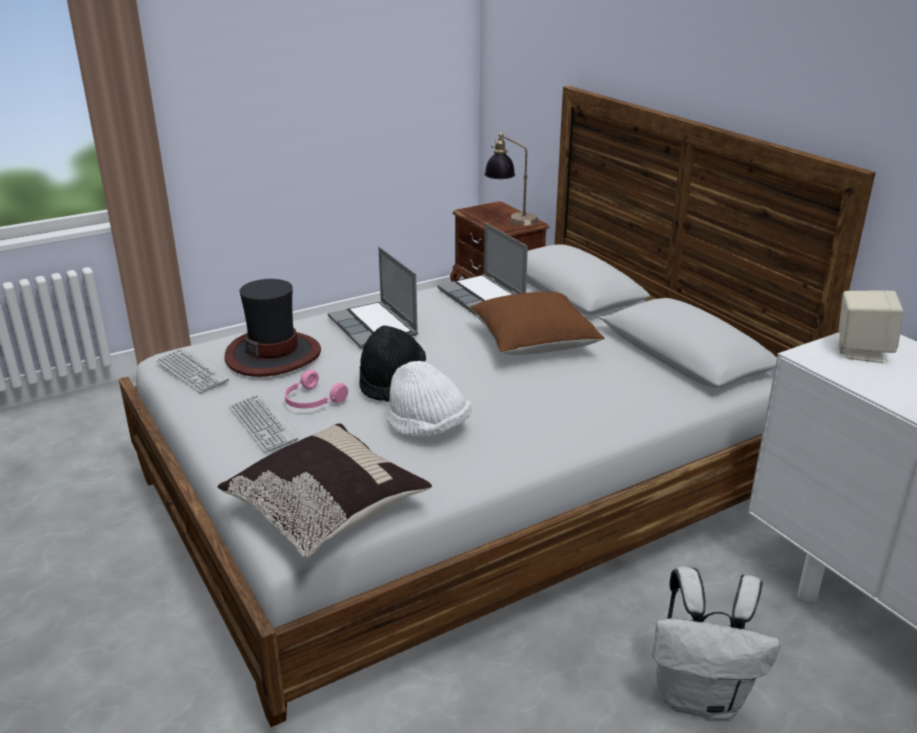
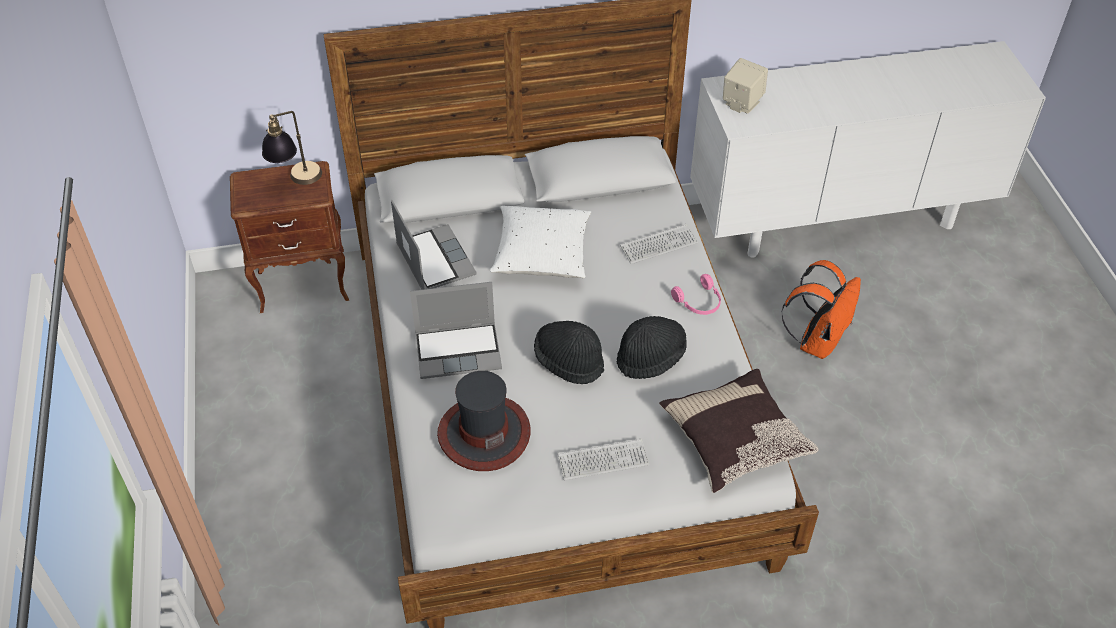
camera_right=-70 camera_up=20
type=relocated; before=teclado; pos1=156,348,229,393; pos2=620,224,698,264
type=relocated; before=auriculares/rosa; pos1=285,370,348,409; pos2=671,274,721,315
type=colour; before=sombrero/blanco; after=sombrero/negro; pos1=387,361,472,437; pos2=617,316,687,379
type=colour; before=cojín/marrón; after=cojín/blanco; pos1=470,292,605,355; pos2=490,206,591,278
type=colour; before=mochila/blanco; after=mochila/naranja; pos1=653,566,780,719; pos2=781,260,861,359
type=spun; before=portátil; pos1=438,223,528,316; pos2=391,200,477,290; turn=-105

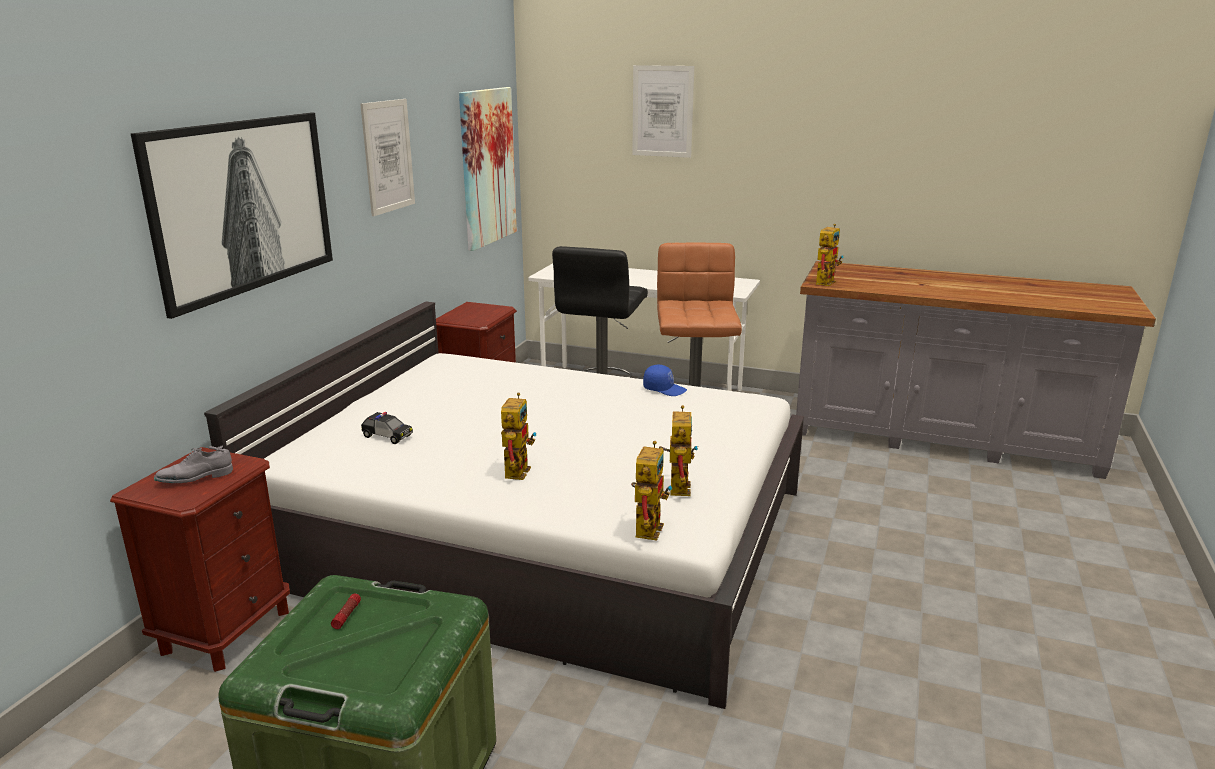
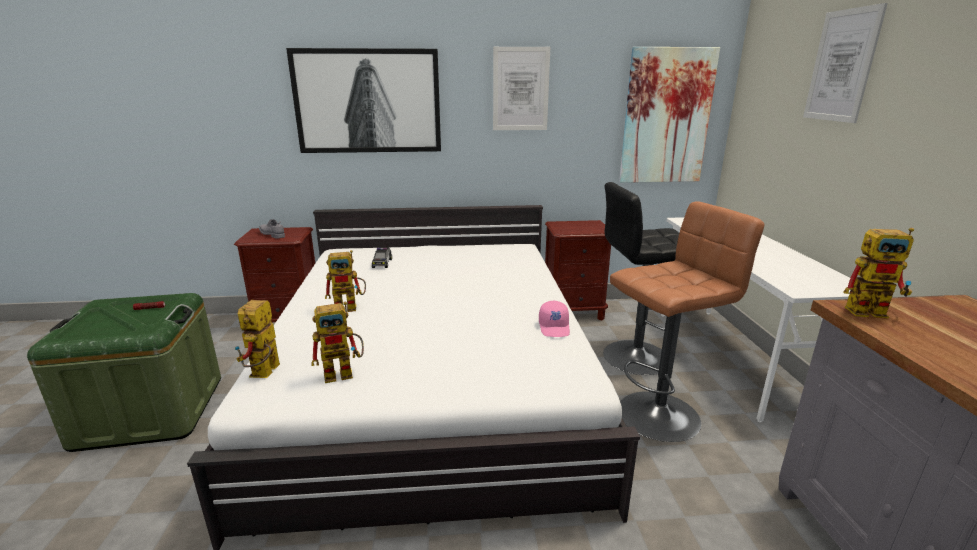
camera_right=65 camera_up=0
type=colour; before=gorra/azul; after=gorra/rosa; pos1=643,365,687,396; pos2=539,301,570,337
type=spun; before=robot de juguete; pos1=631,441,672,540; pos2=235,300,280,378; turn=105

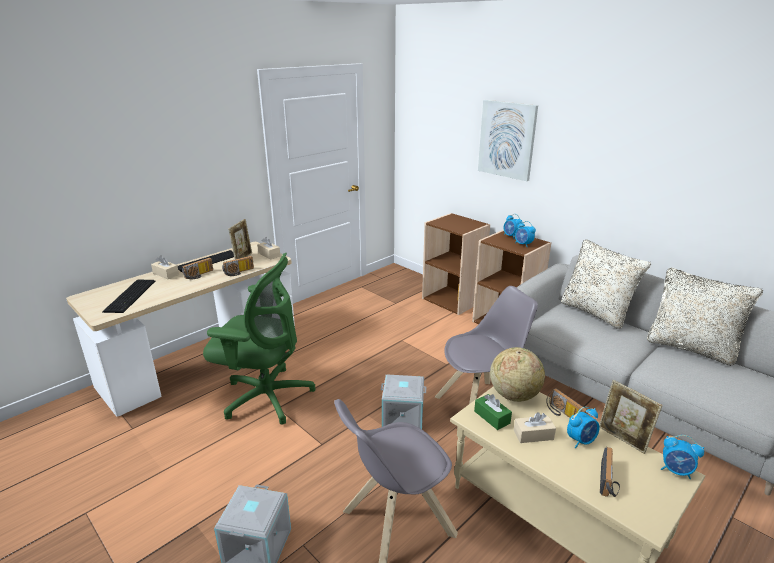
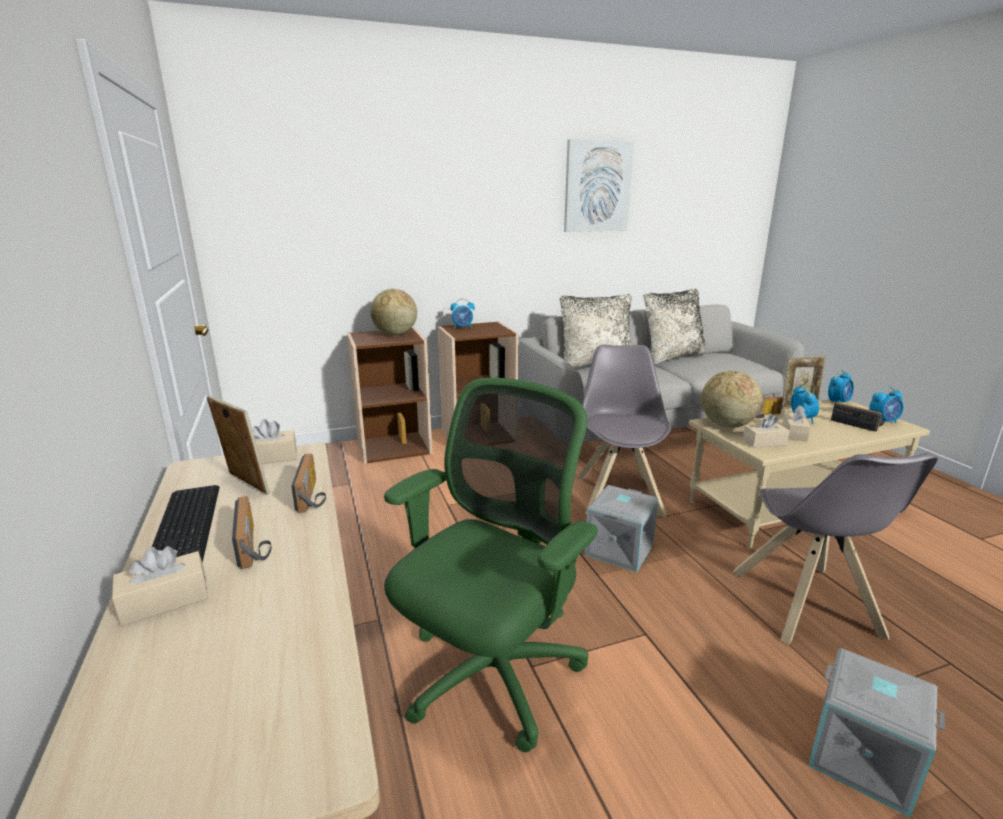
camera_right=-65 camera_up=-5
type=missing; before=teclado; pos1=102,280,155,313
type=appeared; after=globo terráqueo; pos2=370,289,417,335
type=relocated; before=cuadro; pos1=478,100,538,181; pos2=564,139,634,232
type=relocated; before=despertador; pos1=515,221,536,247; pos2=869,386,903,423
type=colour; before=caja de pañuelos/verde; after=caja de pañuelos/beis; pos1=474,394,512,430; pos2=742,414,790,448

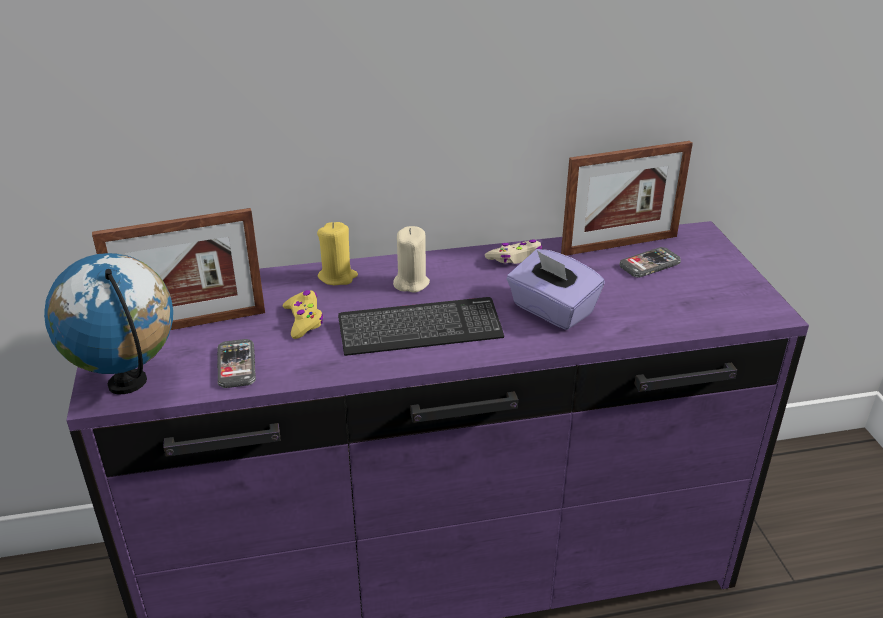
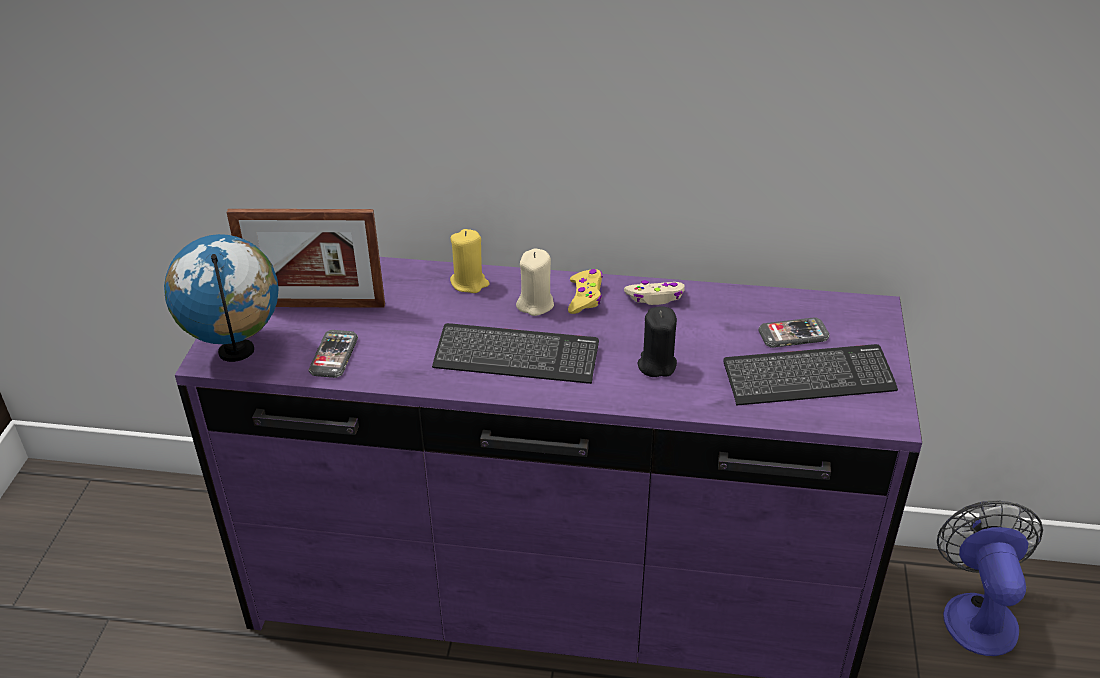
camera_right=20 camera_up=5
type=missing; before=portarretratos; pos1=561,141,693,256
type=appeared; after=teclado; pos2=723,344,898,406
type=appeared; after=ventilador; pos2=937,501,1043,656
type=relocated; before=mando de consola/amarillo; pos1=283,290,323,339; pos2=568,269,603,314
type=exchanged; before=caja de pañuelos/morado; after=vela/negro; pos1=507,249,605,330; pos2=638,306,677,377

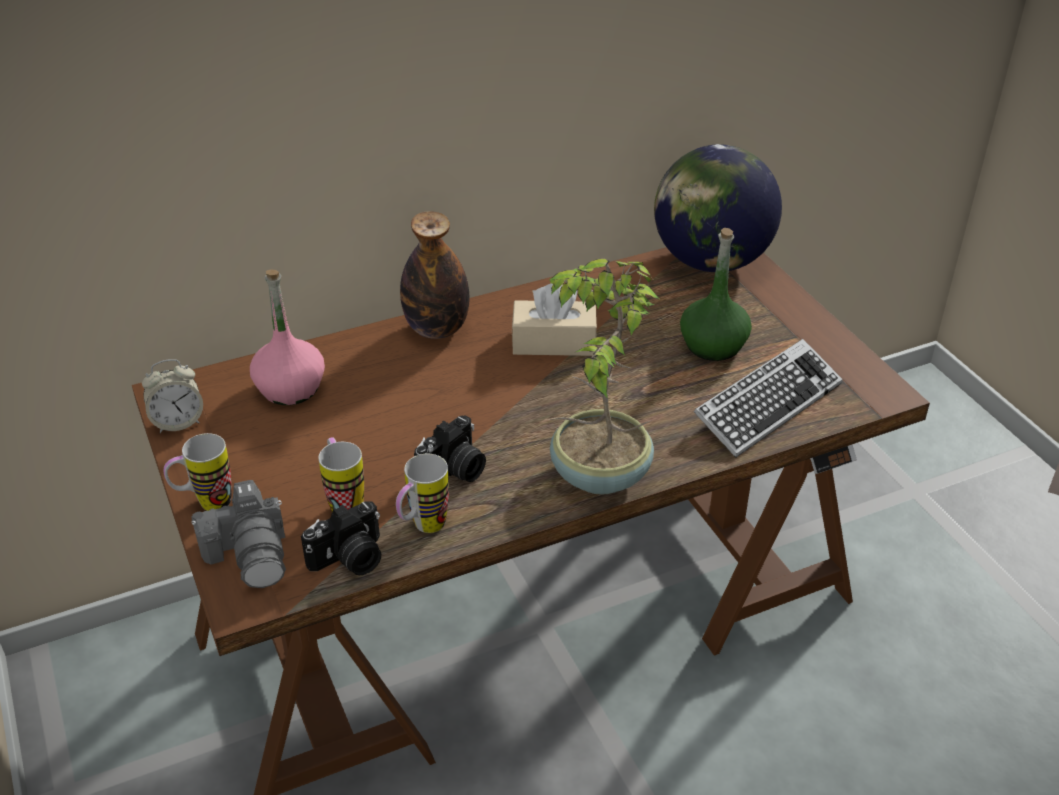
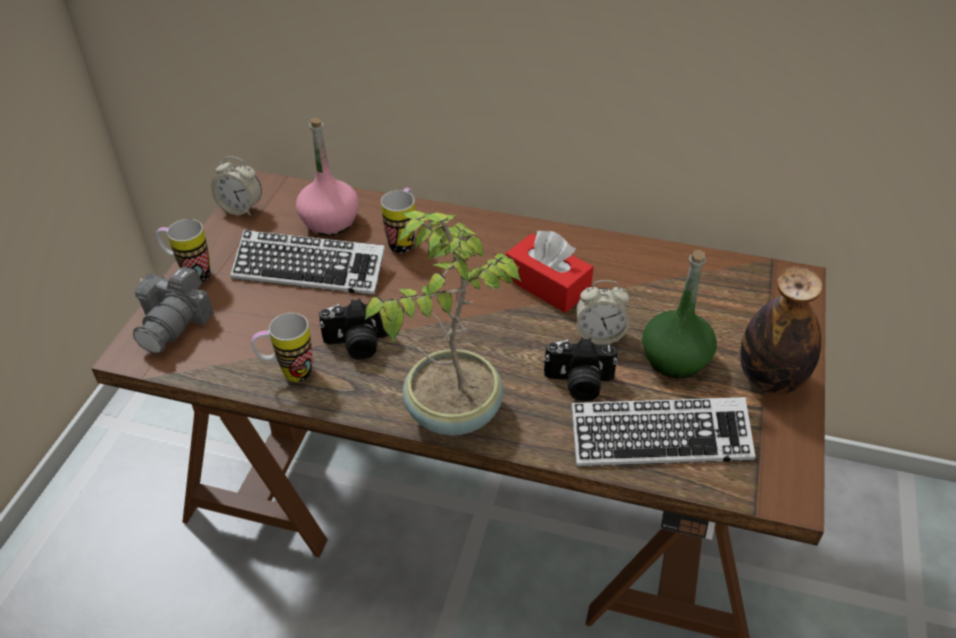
camera_right=40 camera_up=5
type=missing; before=globo terráqueo; pos1=654,144,782,272
type=appeared; after=teclado; pos2=230,230,385,295
type=appeared; after=despertador; pos2=576,280,630,345
type=relocated; before=cámara; pos1=301,502,381,575; pos2=544,338,618,401
type=relocated; before=taza grande; pos1=318,438,364,513; pos2=381,188,415,253
type=relocated; before=botella; pos1=400,211,470,339; pos2=740,267,822,394
type=colour; before=caja de pañuelos/beis; after=caja de pañuelos/rojo; pos1=511,283,597,356; pos2=506,231,594,313

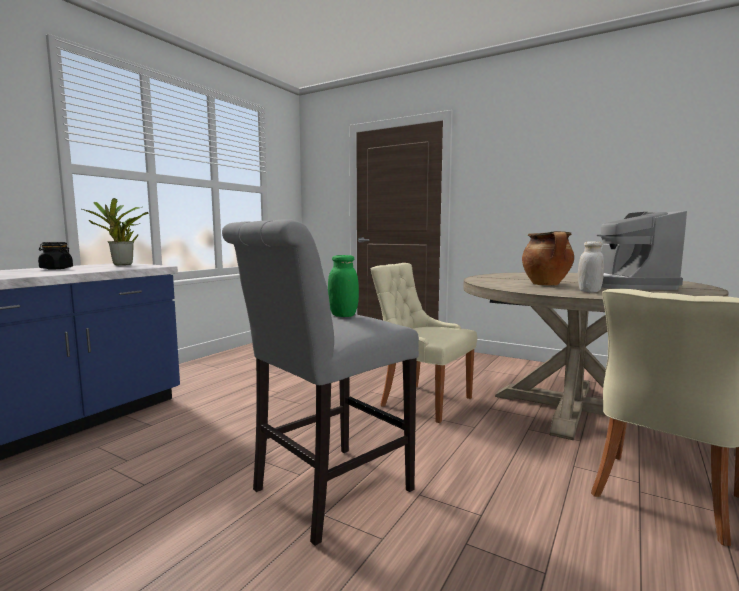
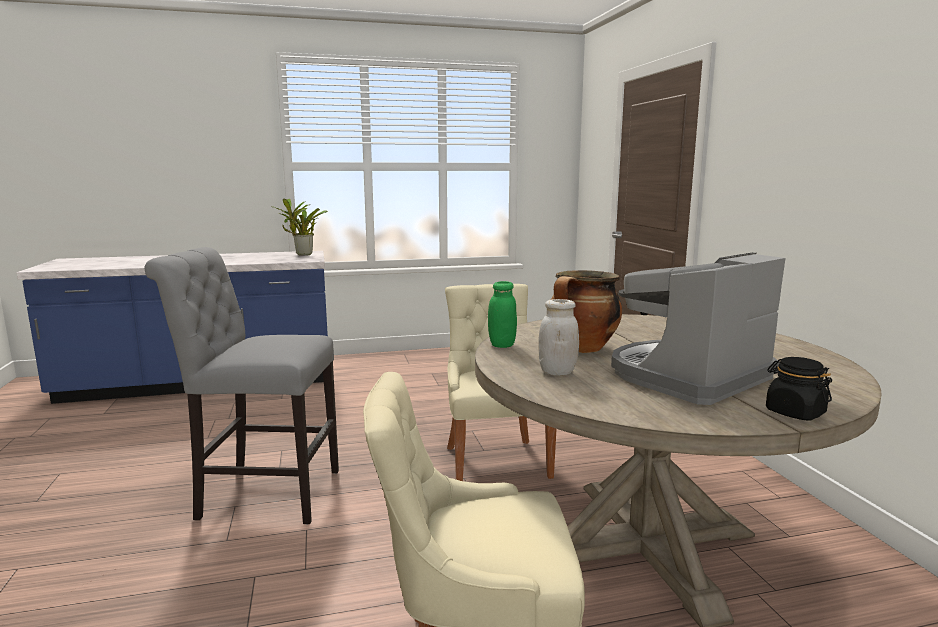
camera_right=45 camera_up=5
type=relocated; before=tarro/negro; pos1=38,242,73,270; pos2=766,357,832,420
type=relocated; before=tarro/verde; pos1=328,255,359,317; pos2=488,281,517,348

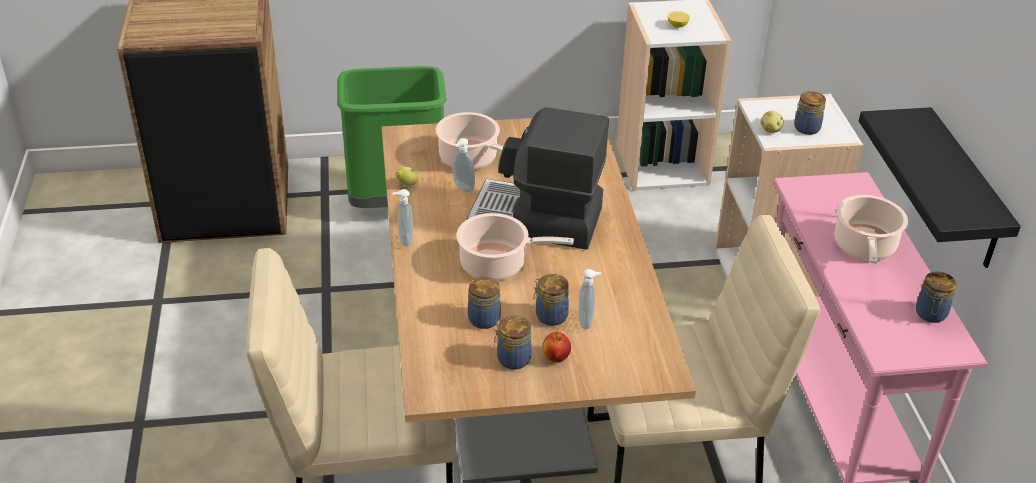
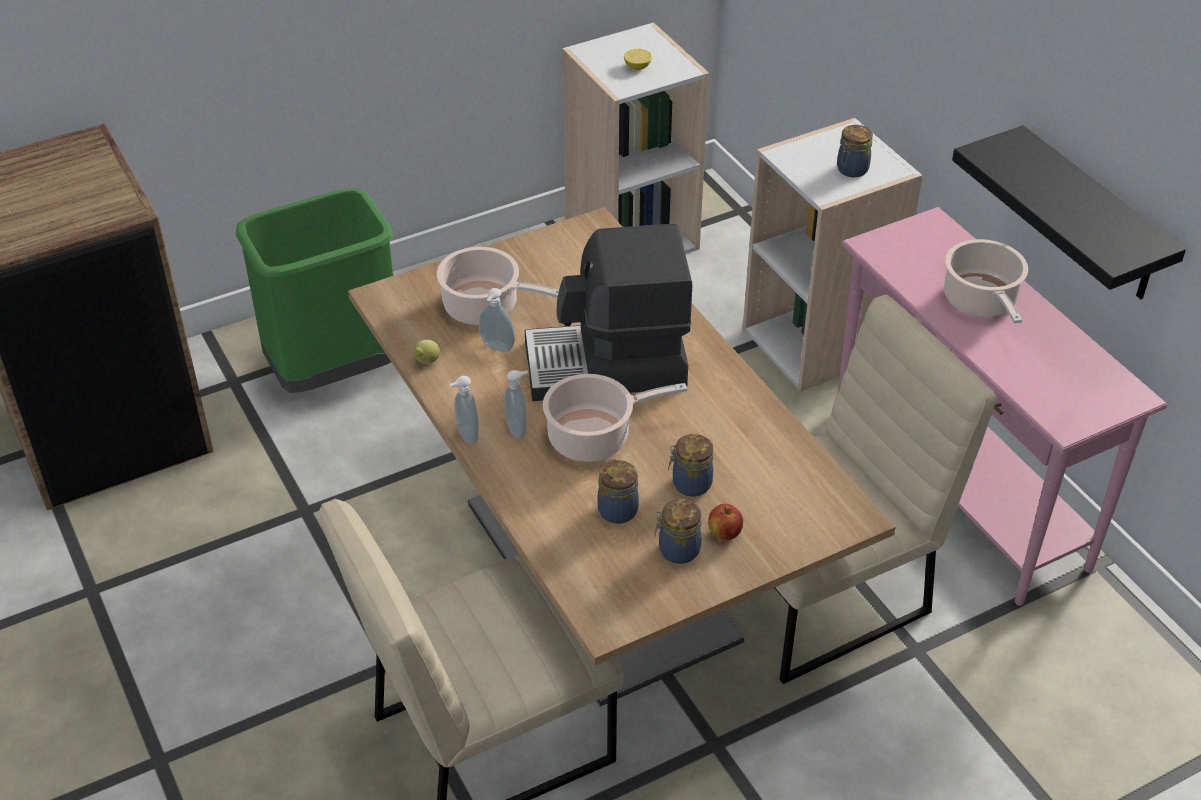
camera_right=-20 camera_up=5
type=missing; before=patata; pos1=760,111,784,133
type=missing; before=tarro; pos1=916,272,957,323
type=relocated; before=dispensador de jabón; pos1=578,269,601,329; pos2=504,370,528,439

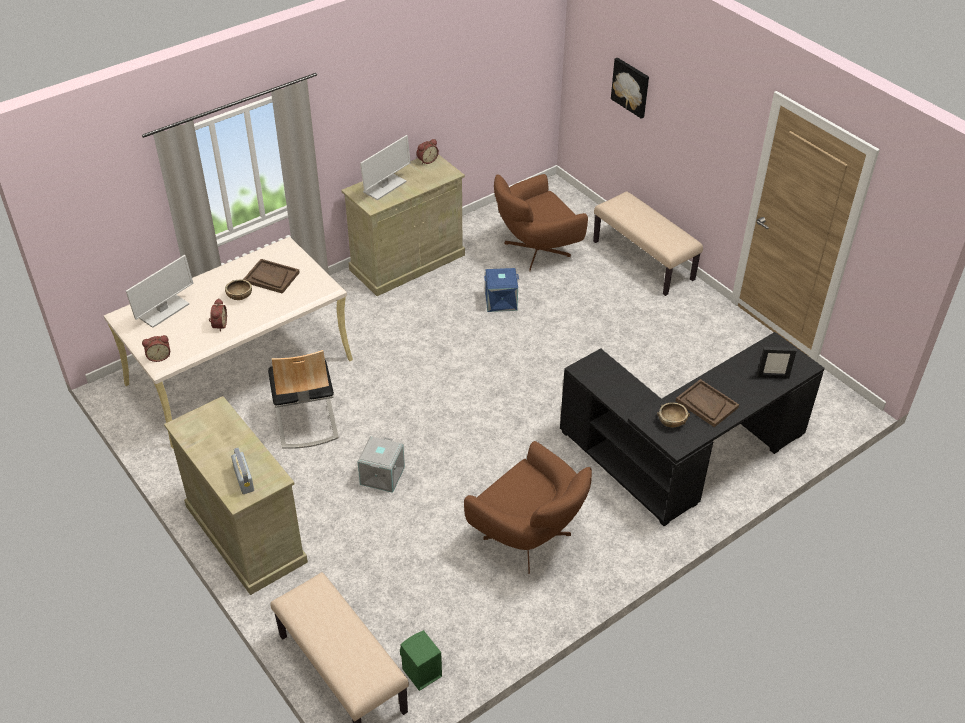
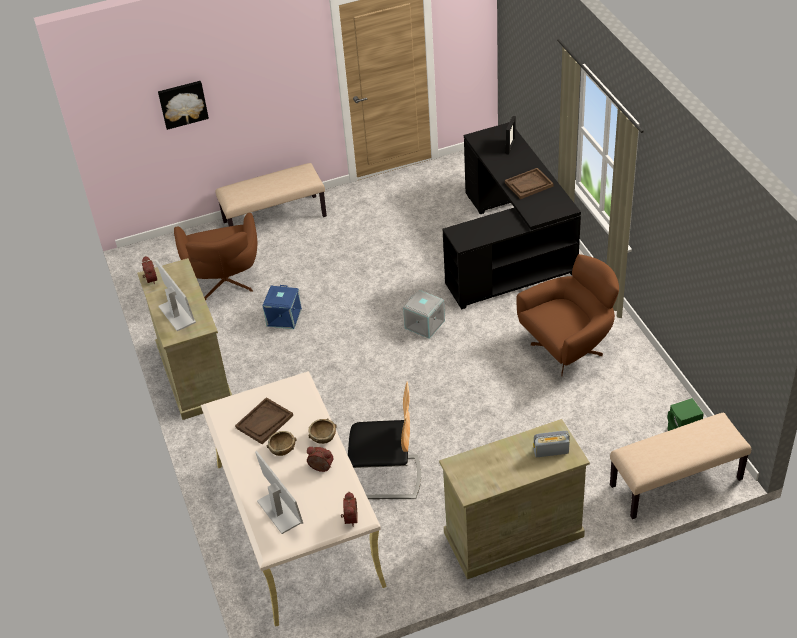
camera_right=-70 camera_up=0
type=relocated; before=caja de almacenaje/gris; pos1=358,436,405,493; pos2=403,290,445,339
type=relocated; before=cuenco/marrón; pos1=657,403,690,428; pos2=308,418,337,444

